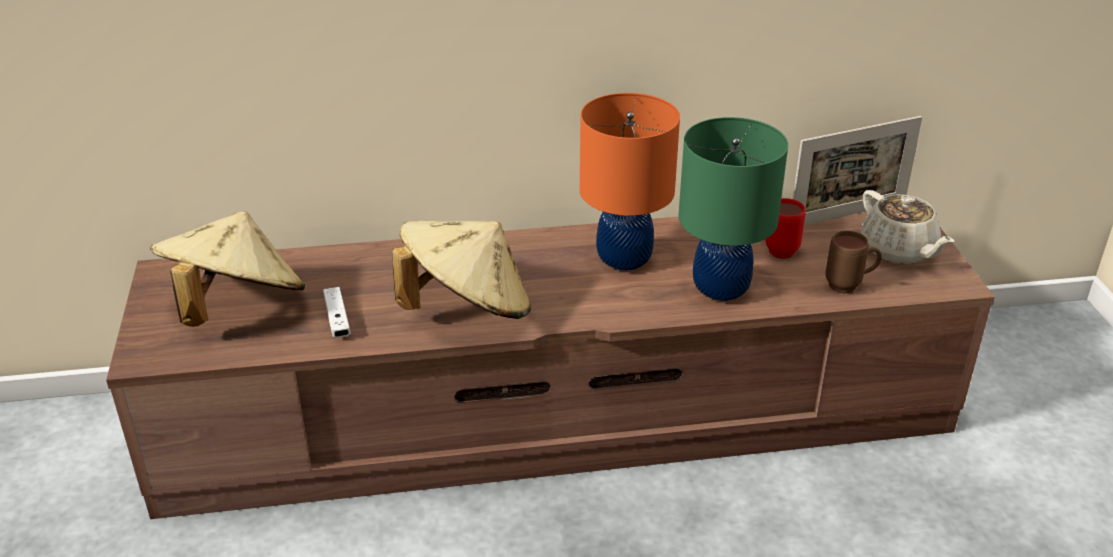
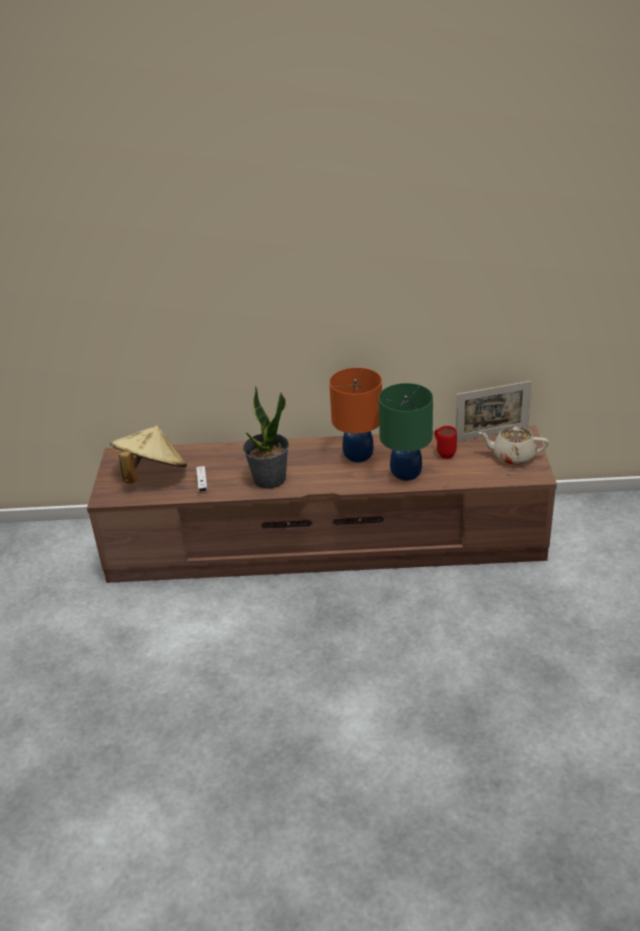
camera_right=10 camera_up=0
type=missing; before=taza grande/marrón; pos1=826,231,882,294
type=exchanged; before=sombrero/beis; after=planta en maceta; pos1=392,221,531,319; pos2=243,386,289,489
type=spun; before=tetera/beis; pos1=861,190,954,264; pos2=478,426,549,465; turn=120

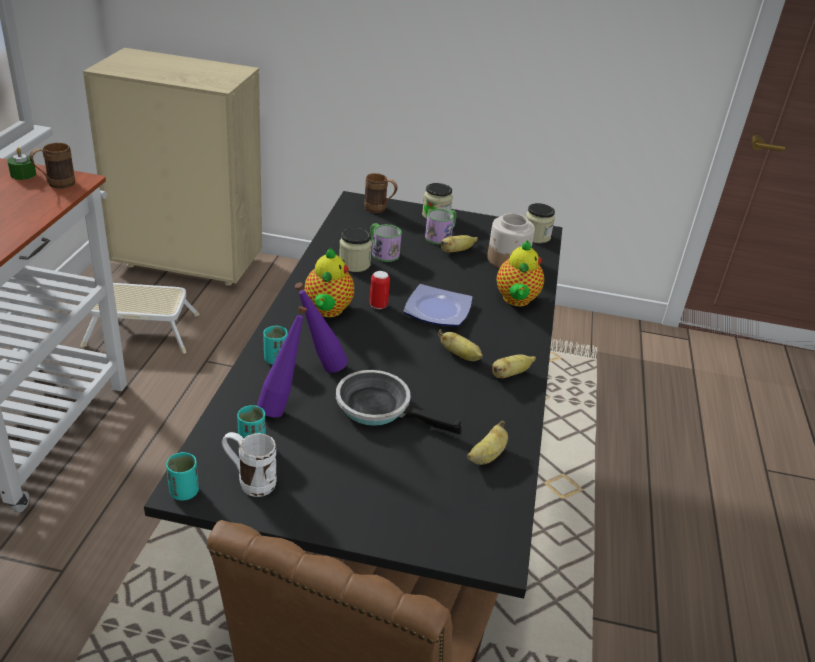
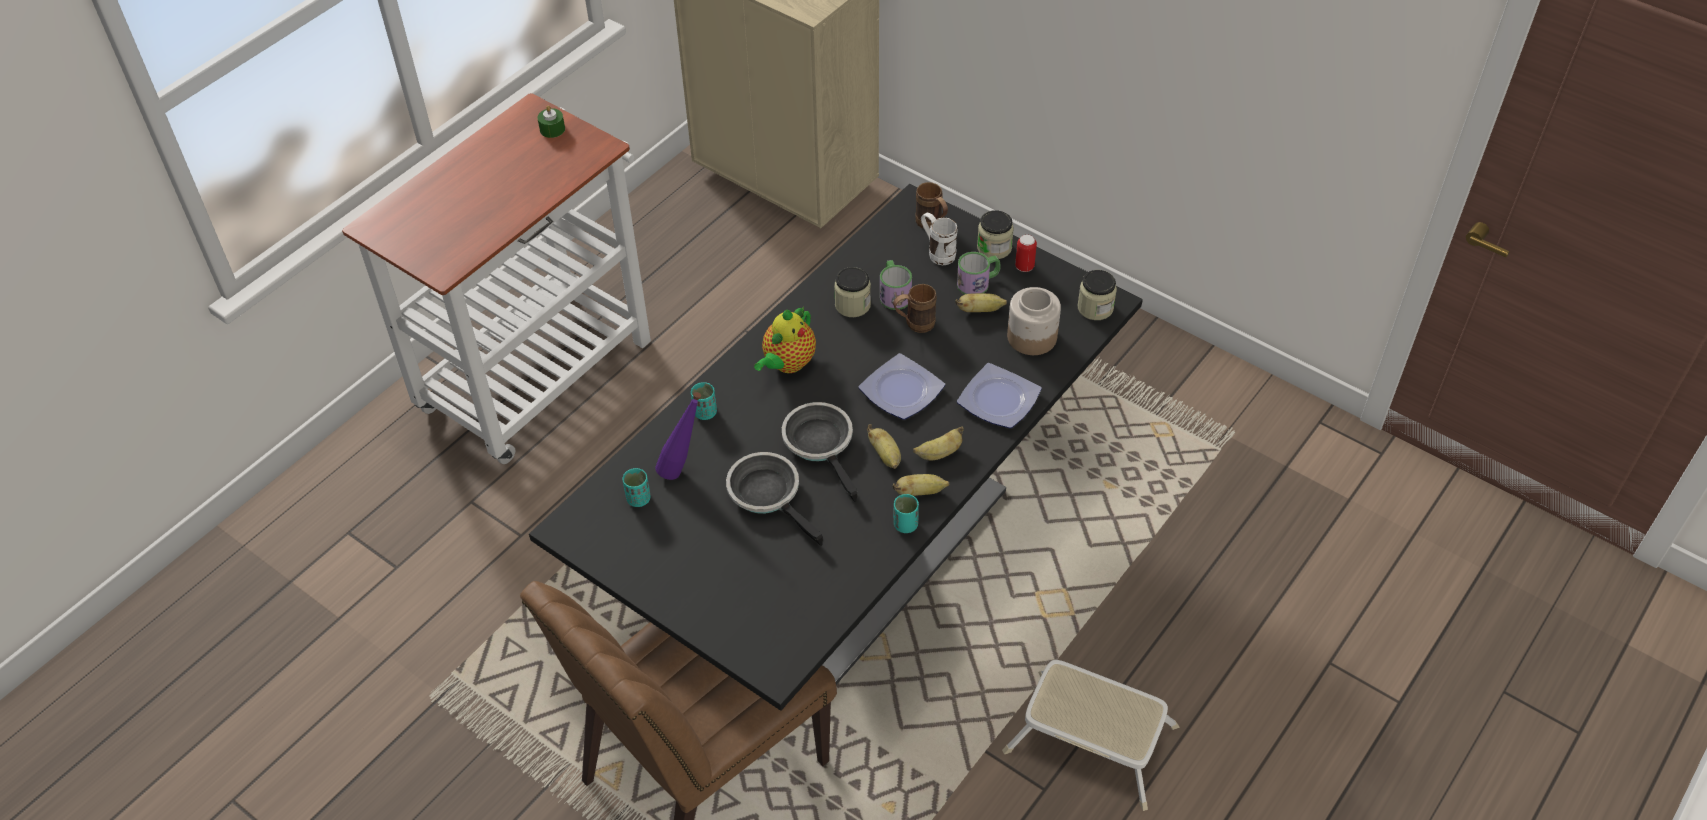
camera_right=30 camera_up=15
type=missing; before=botella/morado; pos1=295,282,348,373
type=appeared; after=sartén; pos2=782,402,858,502
type=relocated; before=taza grande/marrón; pos1=29,143,75,189; pos2=893,284,937,333
type=relocated; before=escalera de tijera/beis; pos1=80,283,200,354; pos2=1002,660,1179,811
type=relocated; before=taza/turquesa; pos1=166,452,199,500; pos2=894,494,919,533
type=relocated; before=taza grande/blanco; pos1=222,432,276,497; pos2=921,213,958,265
type=relocated; before=lata; pos1=369,271,390,309; pos2=1015,235,1037,272
type=relocated; before=plátano; pos1=467,420,508,465; pos2=913,426,964,460
type=exchanged; before=tetera; after=plato; pos1=496,240,544,306; pos2=957,363,1042,428

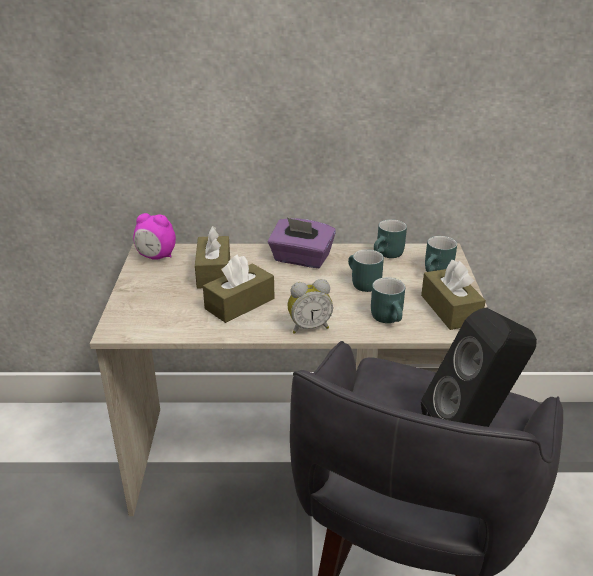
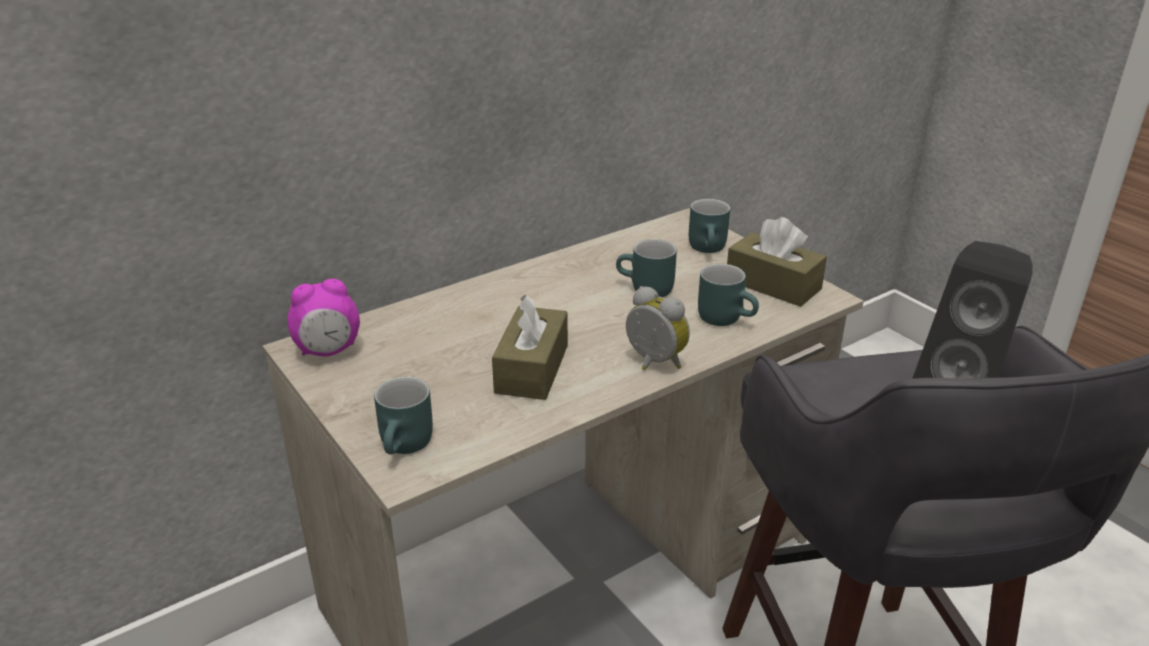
camera_right=-35 camera_up=0
type=missing; before=caja de pañuelos/marrón; pos1=195,226,230,289
type=missing; before=caja de pañuelos/morado; pos1=268,218,336,268
type=relocated; before=taza grande/turquesa; pos1=374,219,407,258; pos2=374,377,433,454
type=spun; before=despertador; pos1=288,279,333,334; pos2=626,286,690,371; turn=-90

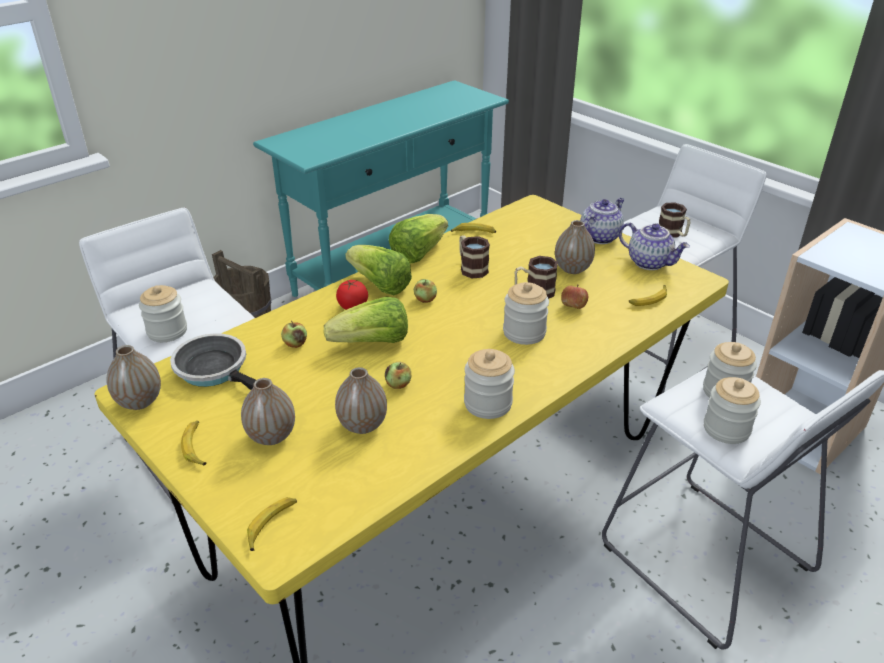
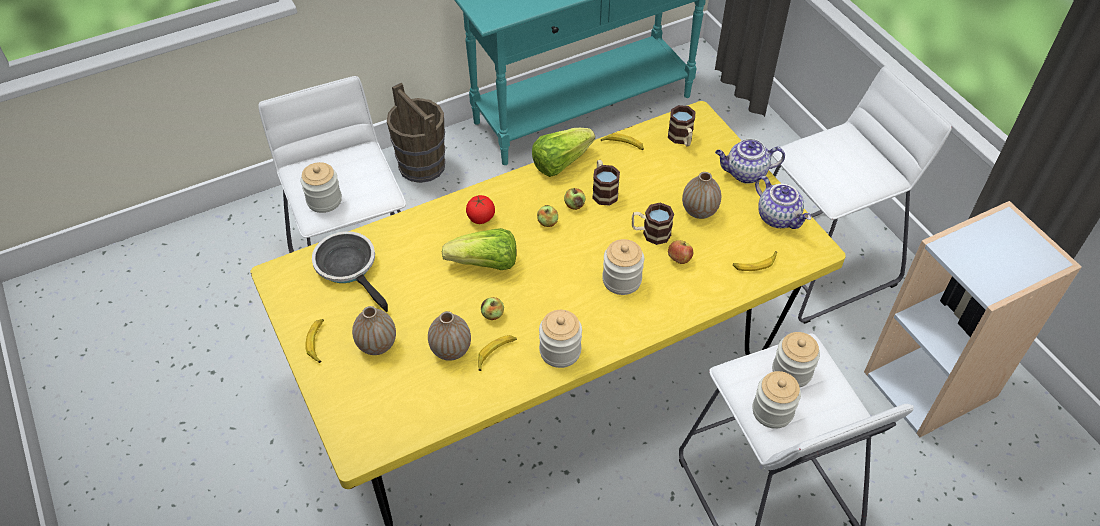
camera_right=15 camera_up=15
type=missing; before=florero; pos1=106,345,161,410
type=missing; before=lechuga; pos1=345,245,412,295
type=relocated; before=plátano; pos1=247,497,297,551; pos2=478,335,517,371
type=relocated; before=manzana; pos1=281,321,307,348; pos2=564,188,585,210
type=relocated; before=taza grande; pos1=659,202,690,238; pos2=668,105,695,147
type=spun; before=tetera; pos1=580,198,624,244; pos2=715,139,785,184; turn=-150

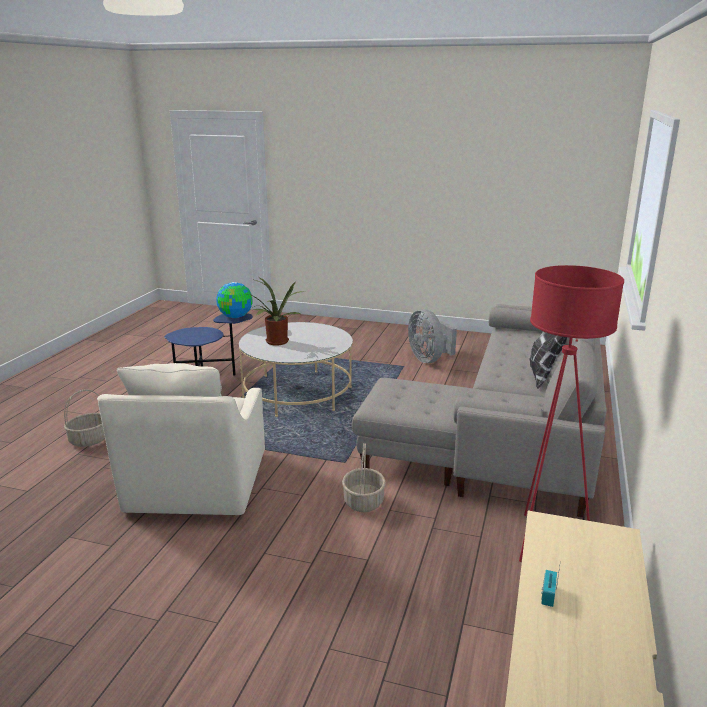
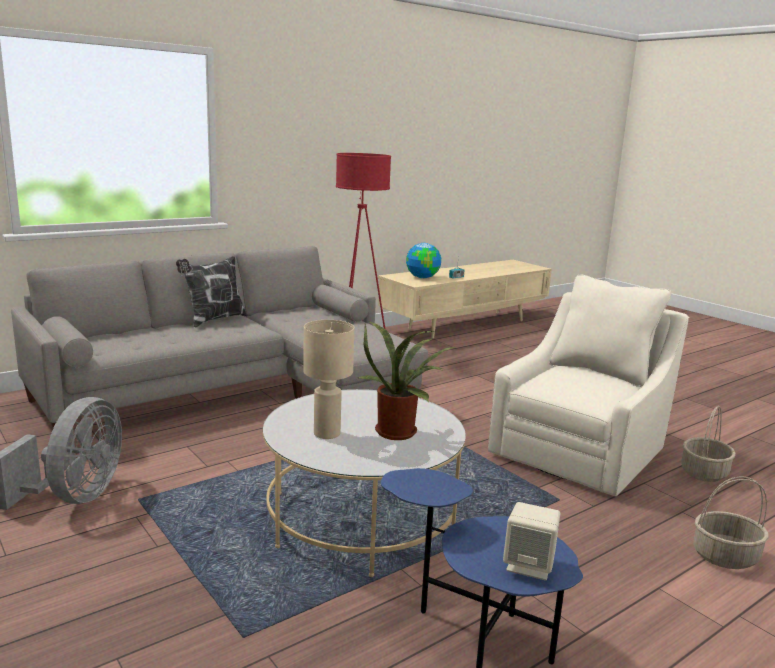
camera_right=-145 camera_up=-5
type=appeared; after=lámpara de mesa/beis; pos2=303,320,354,439
type=appeared; after=altavoz/beis; pos2=503,502,560,581
type=relocated; before=globo terráqueo; pos1=216,282,253,318; pos2=406,243,441,279
type=relocated; before=cesta; pos1=342,443,386,512; pos2=681,406,736,482

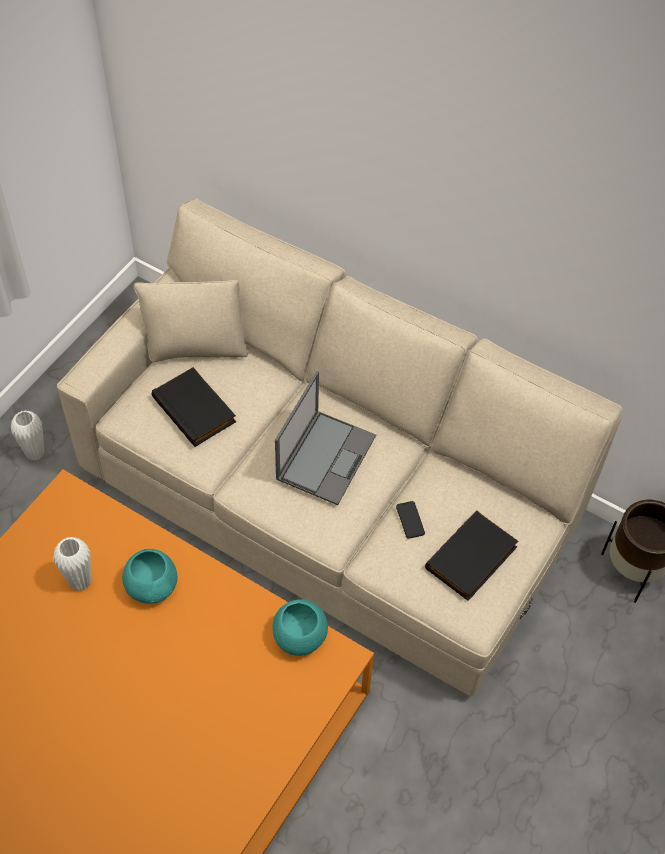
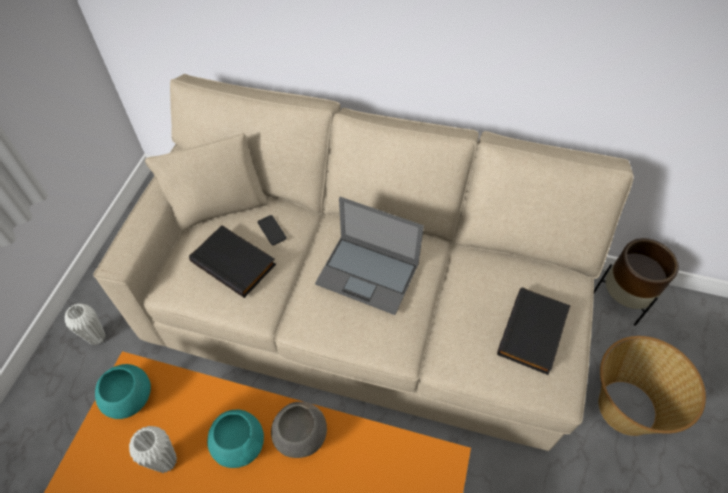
camera_right=-15 camera_up=0
type=appeared; after=cuenco/gris; pos2=271,402,327,458
type=appeared; after=cesta; pos2=598,336,706,436
type=relocated; before=cuenco/turquesa; pos1=272,600,328,656; pos2=95,364,151,419
type=relocated; before=móvil; pos1=396,501,425,539; pos2=258,215,287,245
type=spun; before=portátil; pos1=275,371,376,505; pos2=315,197,424,315; turn=105

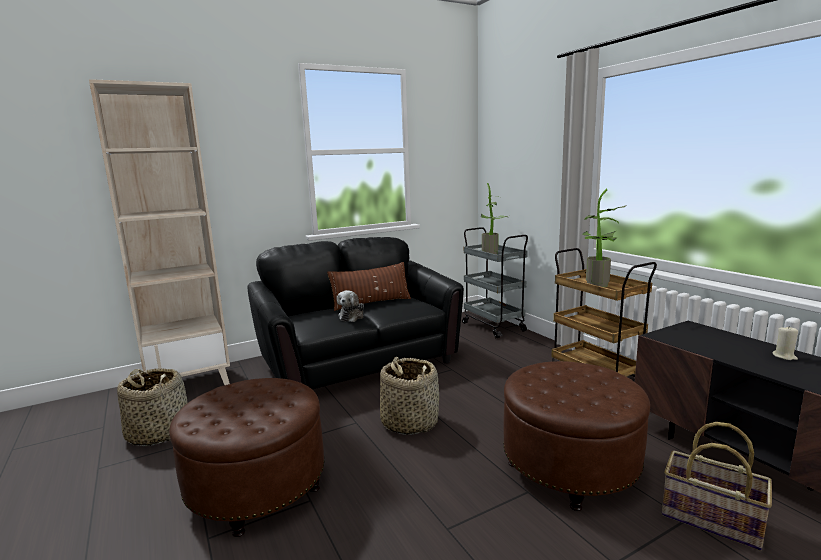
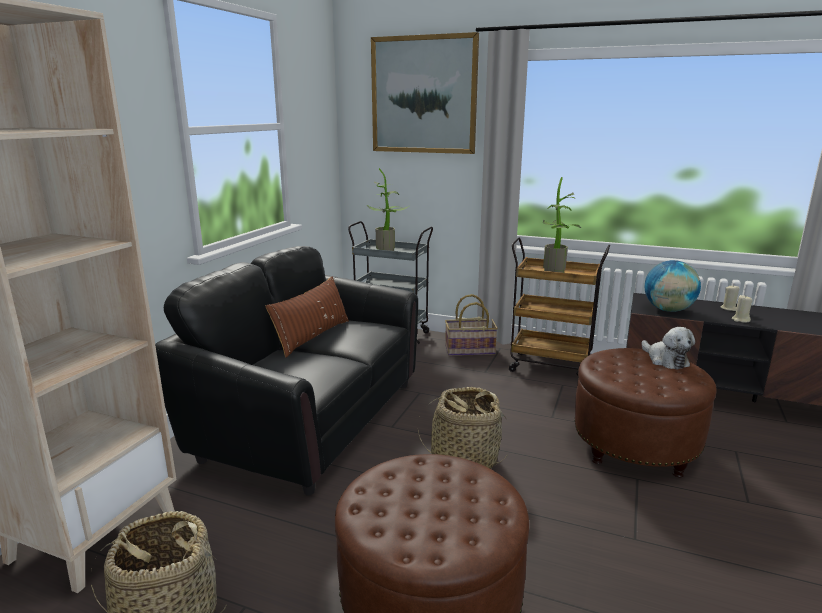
camera_right=-40 camera_up=5
type=appeared; after=cuadro; pos2=371,32,479,154
type=appeared; after=globo terráqueo; pos2=645,260,701,312
type=appeared; after=vela/beis; pos2=732,295,753,323
type=relocated; before=peluche; pos1=337,290,364,322; pos2=642,327,695,370
type=relocated; before=cesta; pos1=662,422,772,551; pos2=445,294,498,356

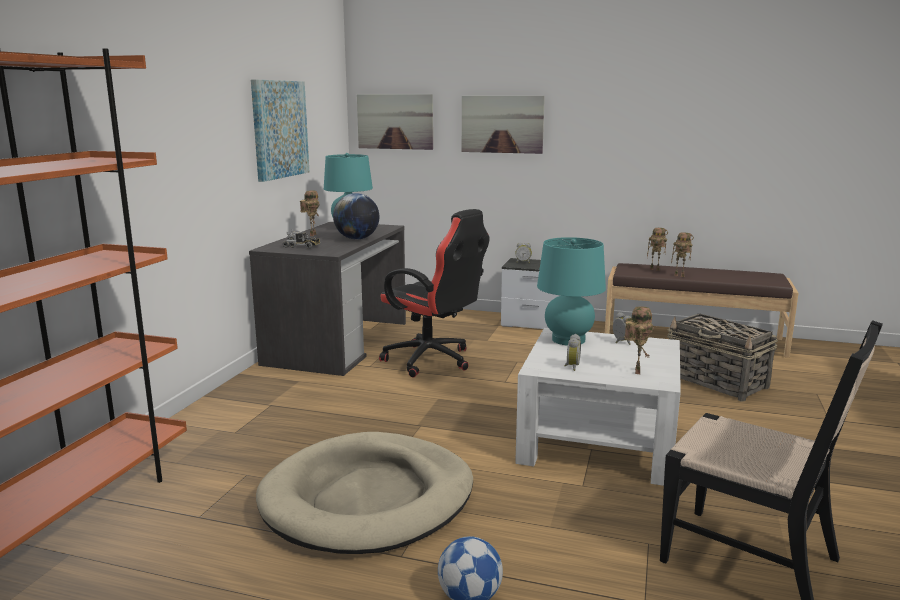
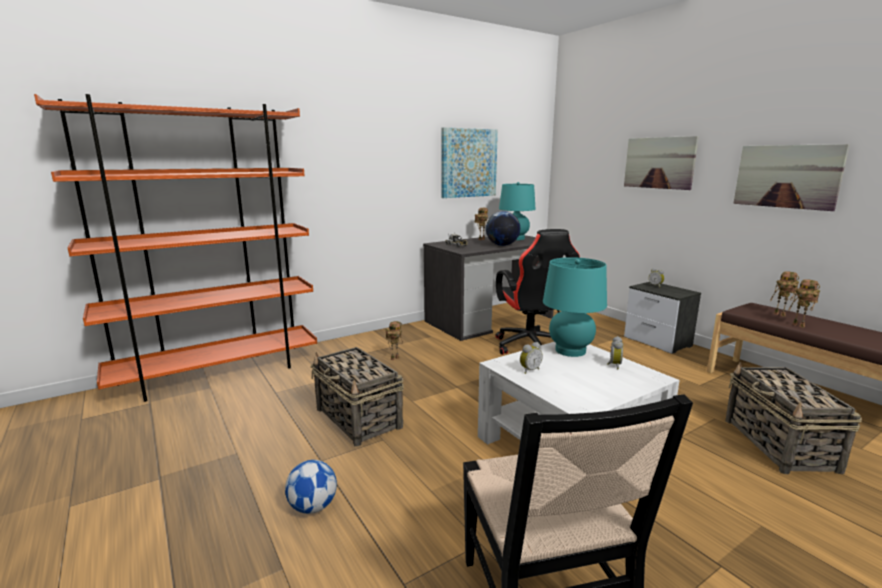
camera_right=40 camera_up=0
type=relocated; before=cuadro; pos1=357,94,433,150; pos2=733,144,850,211
type=relocated; before=robot de juguete; pos1=625,306,654,374; pos2=385,321,403,360
type=exchanged; before=cama para perro/beis; after=cesta; pos1=256,432,473,554; pos2=311,347,404,447

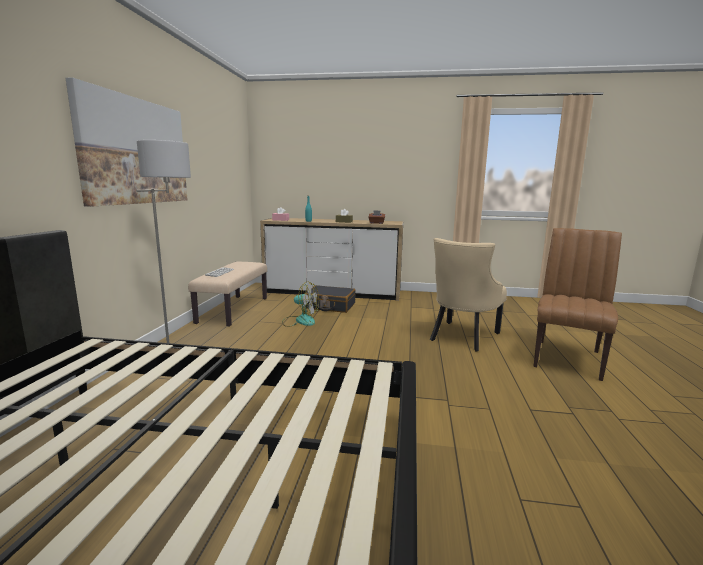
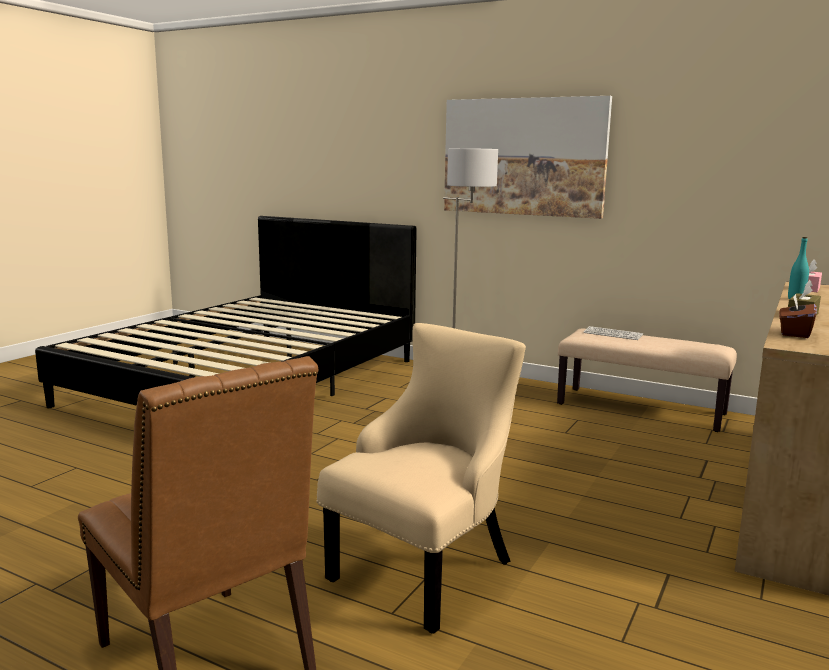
camera_right=110 camera_up=0
type=missing; before=ventilador; pos1=282,281,319,327
type=missing; before=maleta/negro; pos1=304,285,356,313
type=spun; before=silla/beis; pos1=430,238,507,352; pos2=316,323,526,634; turn=75

